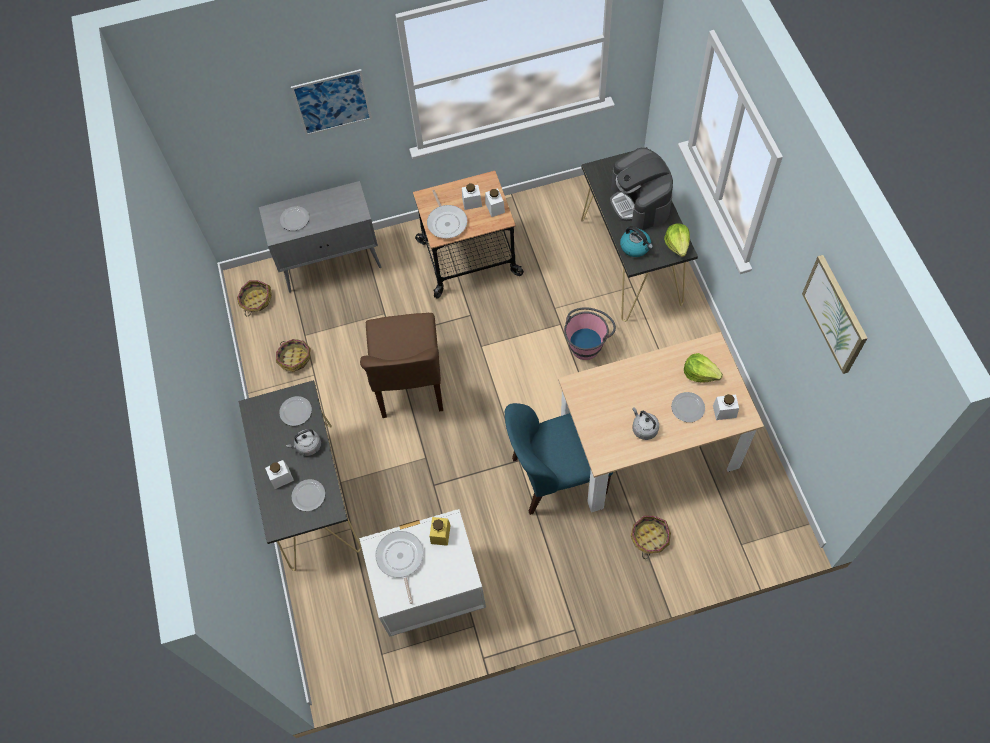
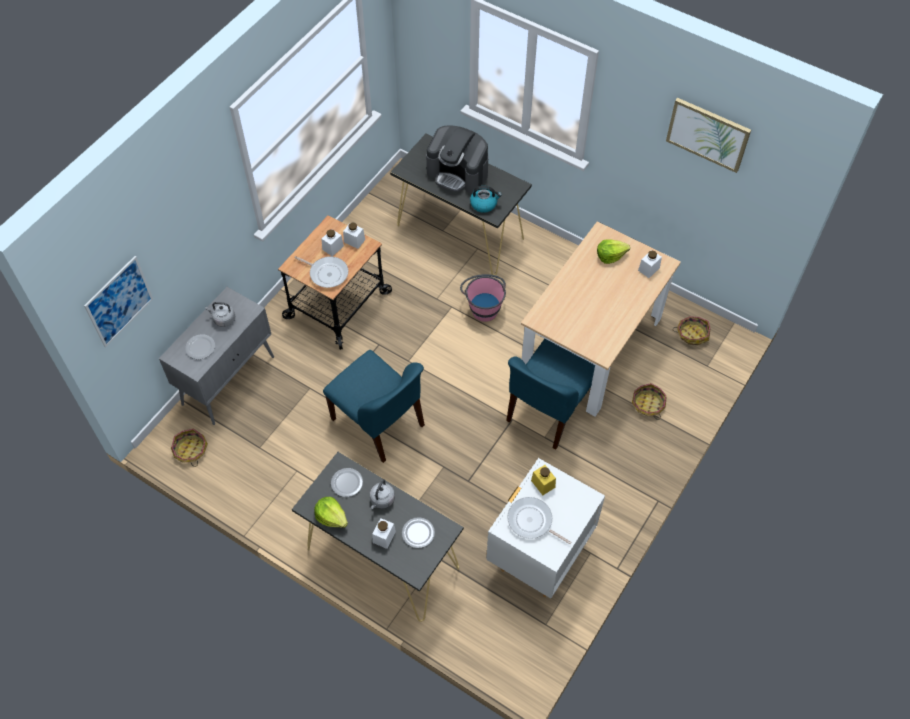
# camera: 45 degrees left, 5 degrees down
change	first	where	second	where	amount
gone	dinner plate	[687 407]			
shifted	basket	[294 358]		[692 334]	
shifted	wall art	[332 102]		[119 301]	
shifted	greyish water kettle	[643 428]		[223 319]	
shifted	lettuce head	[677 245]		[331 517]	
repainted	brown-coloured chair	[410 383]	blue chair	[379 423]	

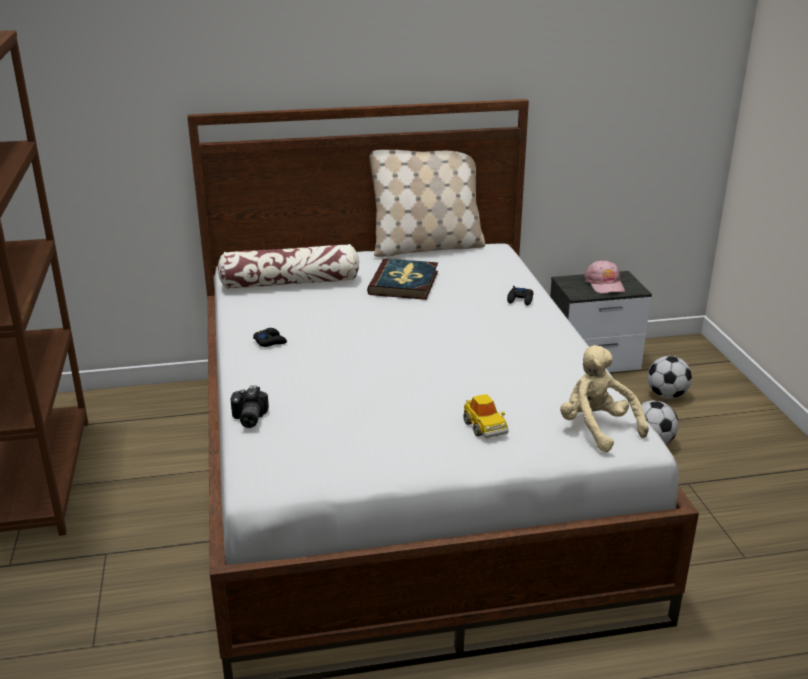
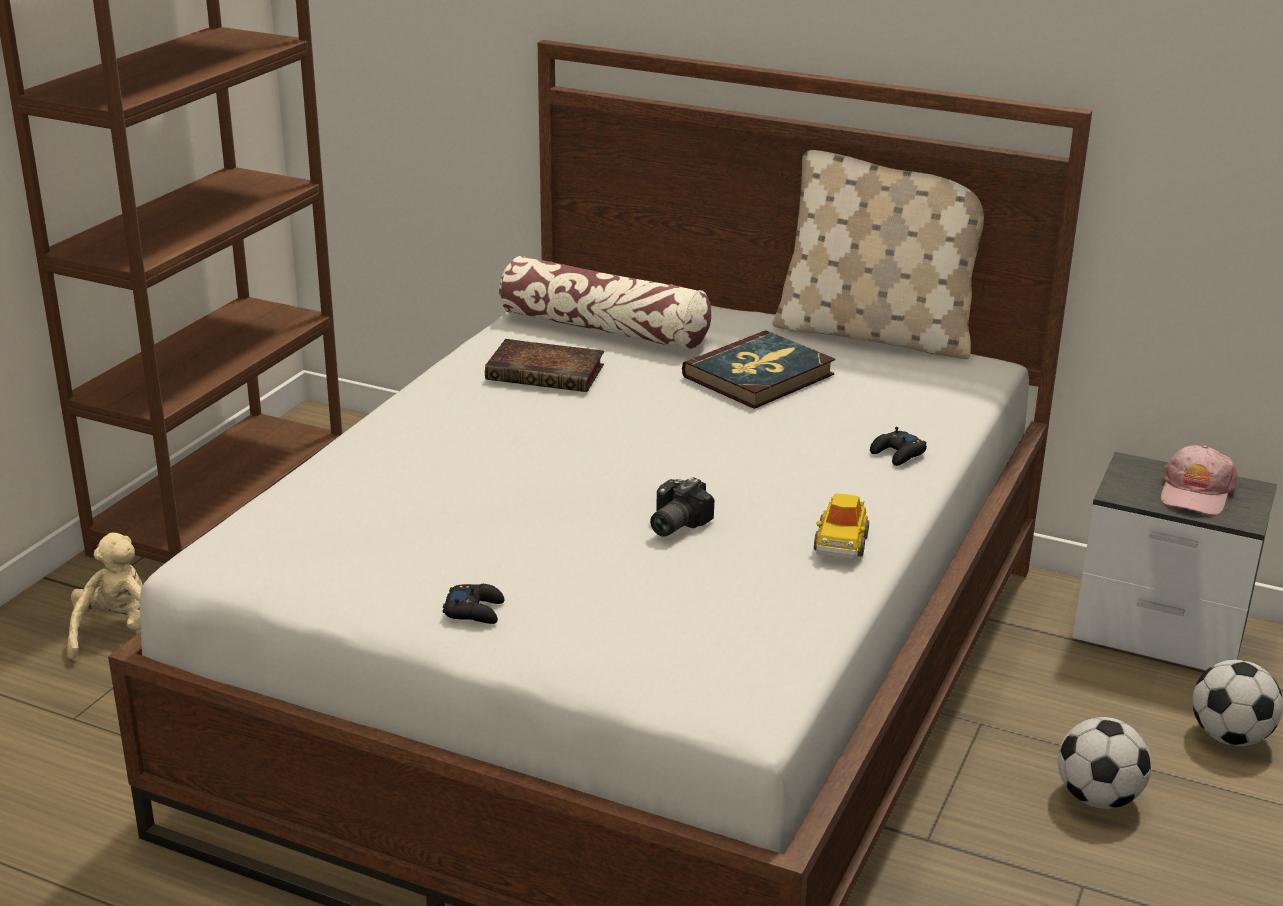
# camera: 35 degrees right, 0 degrees up
change	first	where	second	where	amount
new			bound book	[548 373]	
shifted	photo camera	[247 418]		[673 524]	
shifted	blackish gamepad	[270 341]		[475 610]	
shifted	toy car	[484 427]		[840 544]	
shifted	sand-coloured soft toy	[597 428]		[118 635]	

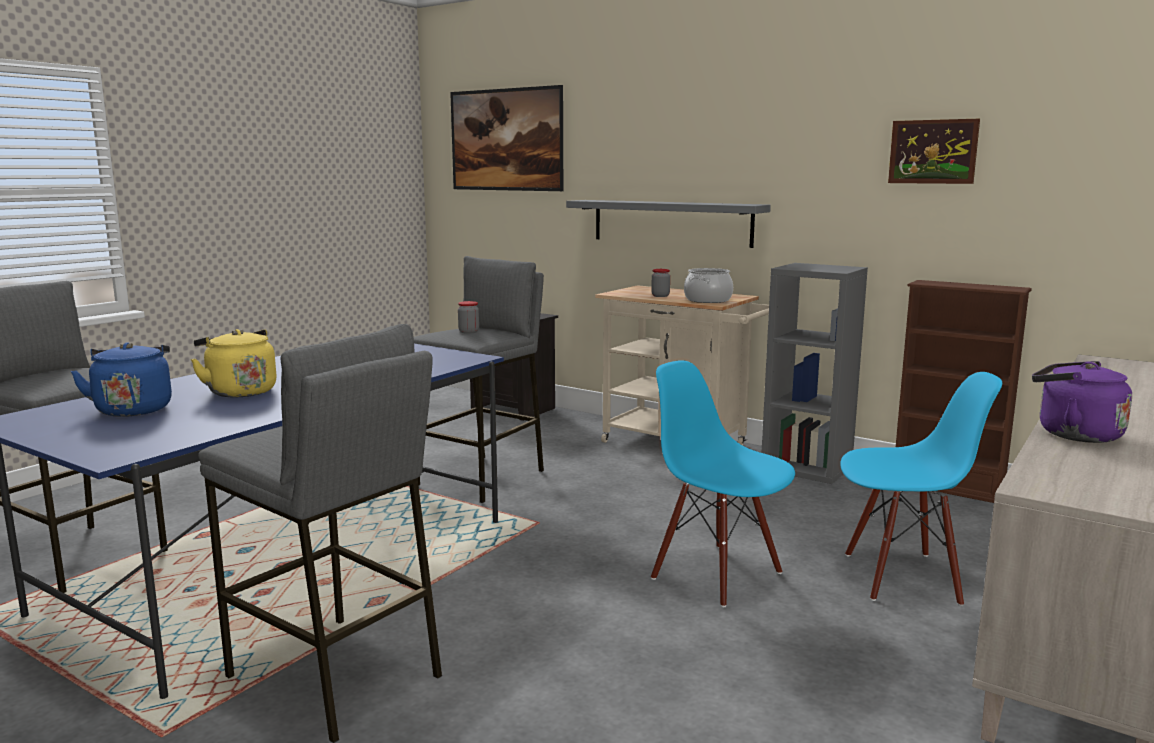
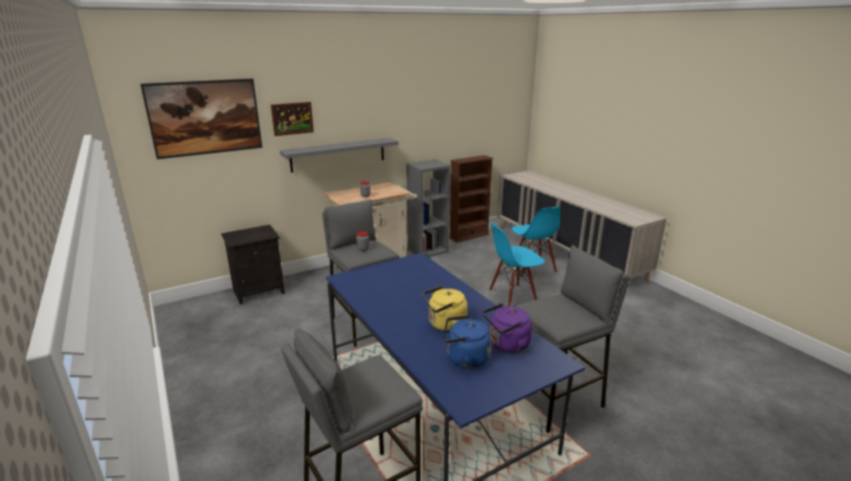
# camera: 65 degrees left, 10 degrees up
change	first	where	second	where	amount
gone	saucepot	[708 300]			
shifted	wall art	[933 151]		[292 118]	
shifted	purplish water kettle	[1073 434]		[506 345]	
rotated	blue chair	[902 577]		[532 268]	135 degrees clockwise

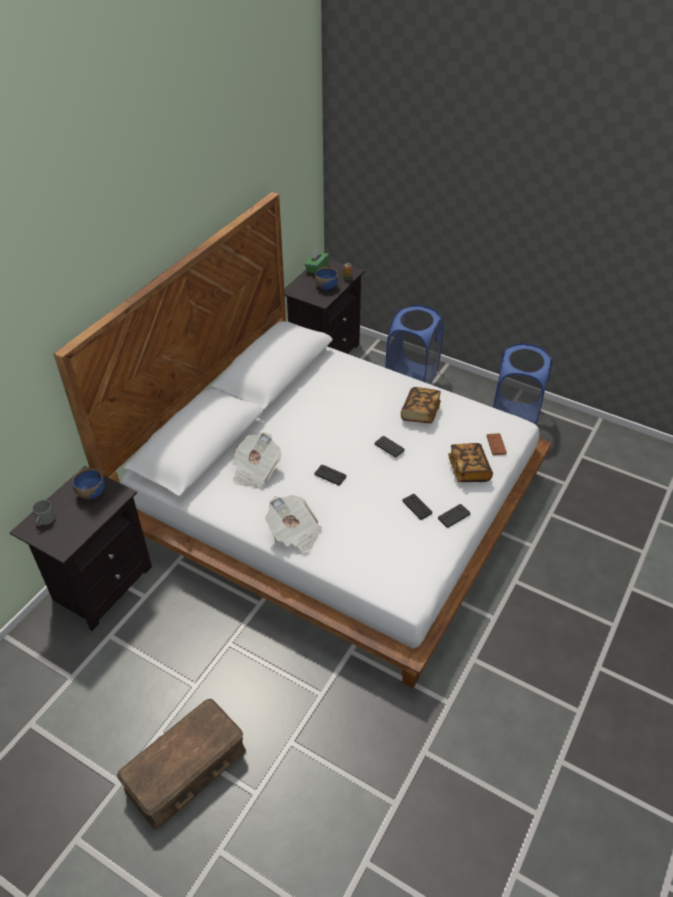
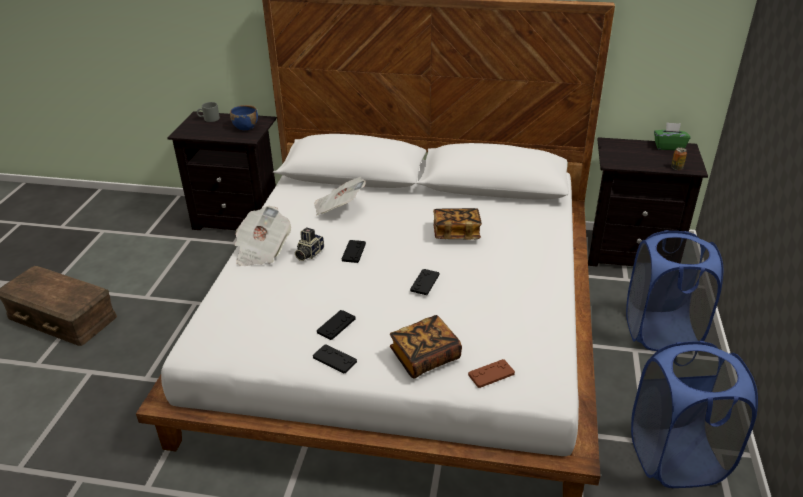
# camera: 70 degrees right, 10 degrees down
change	first	where	second	where	amount
gone	blue bowl	[326 286]			
new			photo camera	[308 253]	
shifted	bound book	[420 412]		[456 233]	

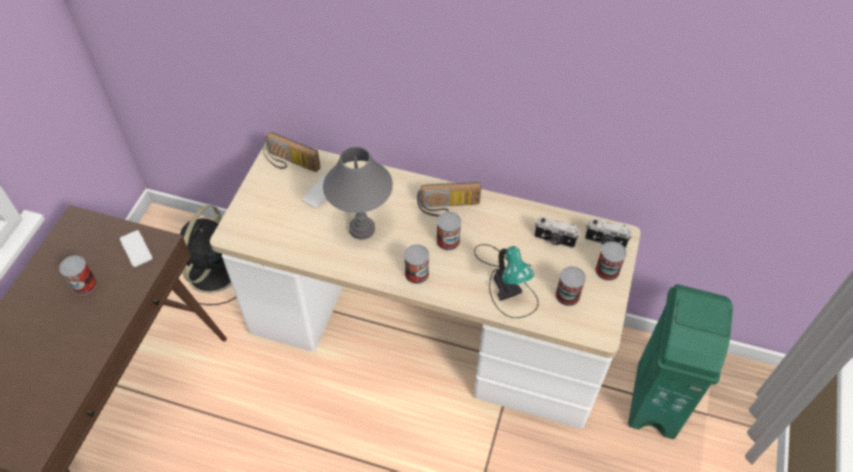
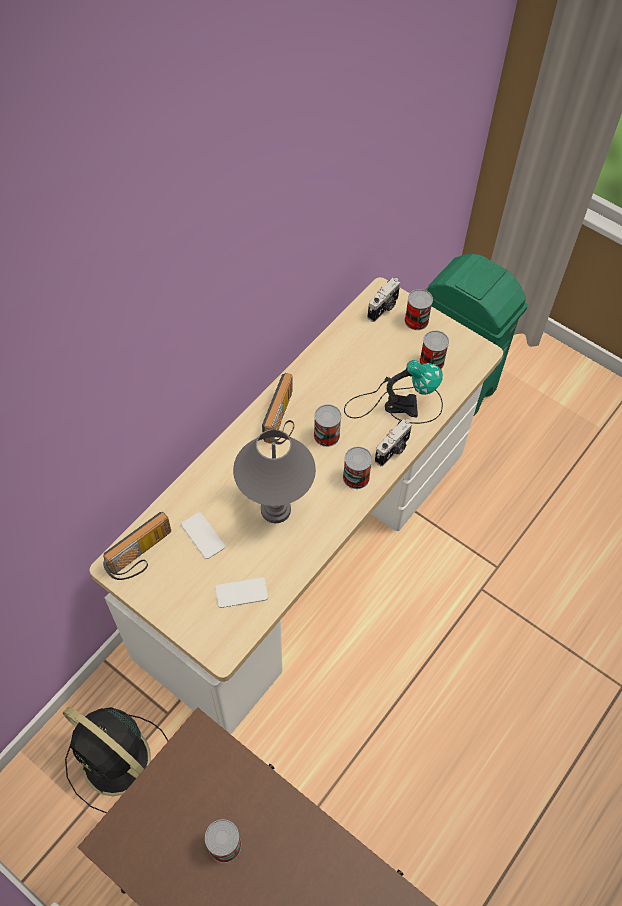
# camera: 70 degrees left, 5 degrees up
change	first	where	second	where	amount
shifted	telephone	[136 249]		[241 593]	
shifted	photo camera	[554 240]		[393 450]	

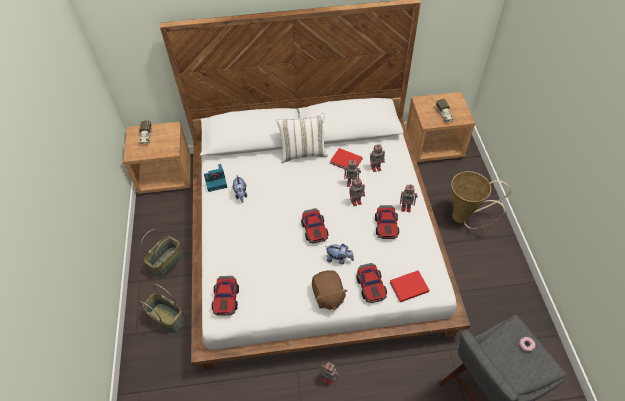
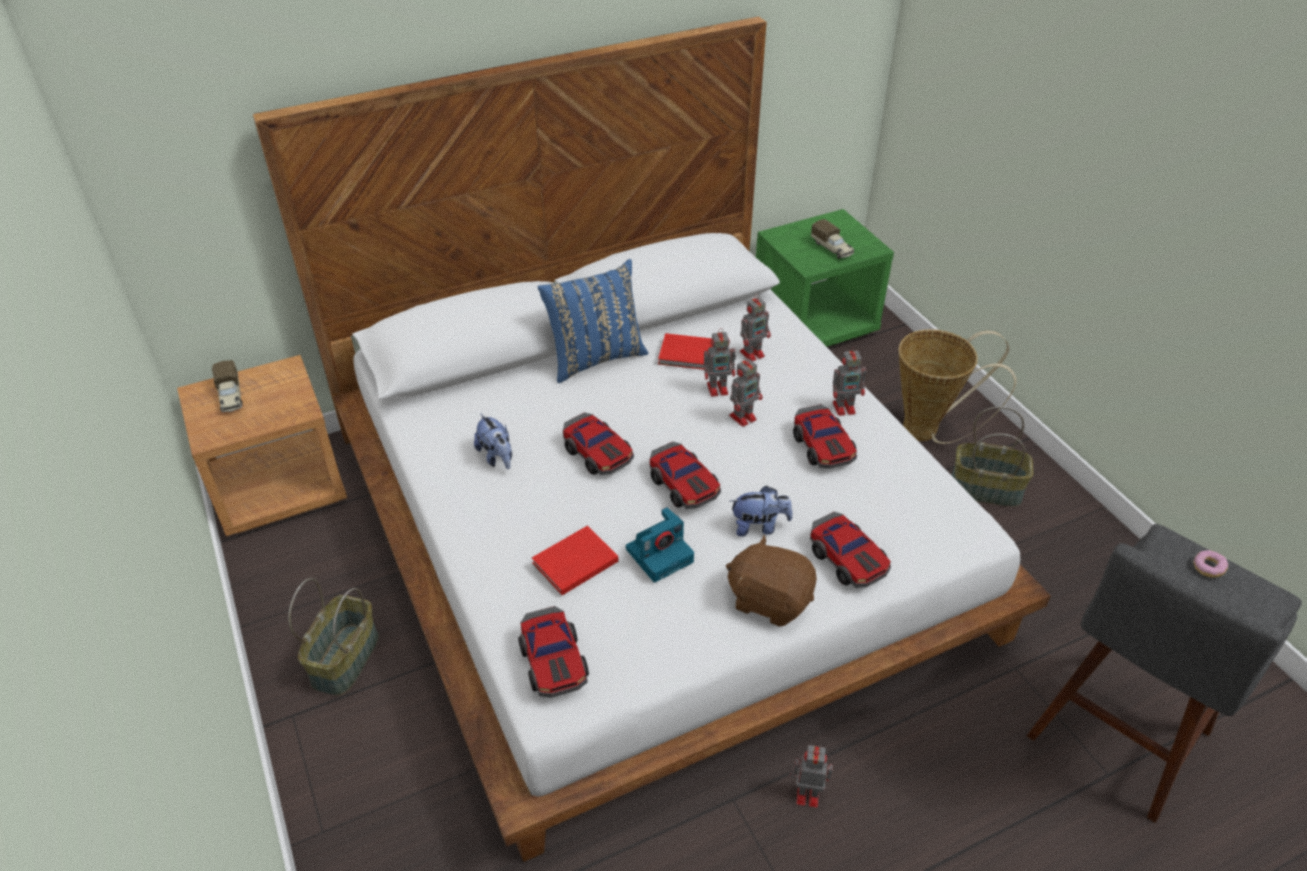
# camera: 20 degrees left, 10 degrees down
change	first	where	second	where	amount
new			toy car	[598 453]	
shifted	basket	[167 318]		[986 489]	
shifted	photo camera	[216 181]		[660 554]	
shifted	red-coloured bound book	[408 286]		[573 562]	
repainted	white-coloured throw pillow	[303 153]	blue throw pillow	[595 358]	
repainted	brown-coloured nightstand	[434 145]	green-coloured nightstand	[814 324]	
rotated	brown-coloured soft toy	[328 296]		[769 599]	150 degrees clockwise

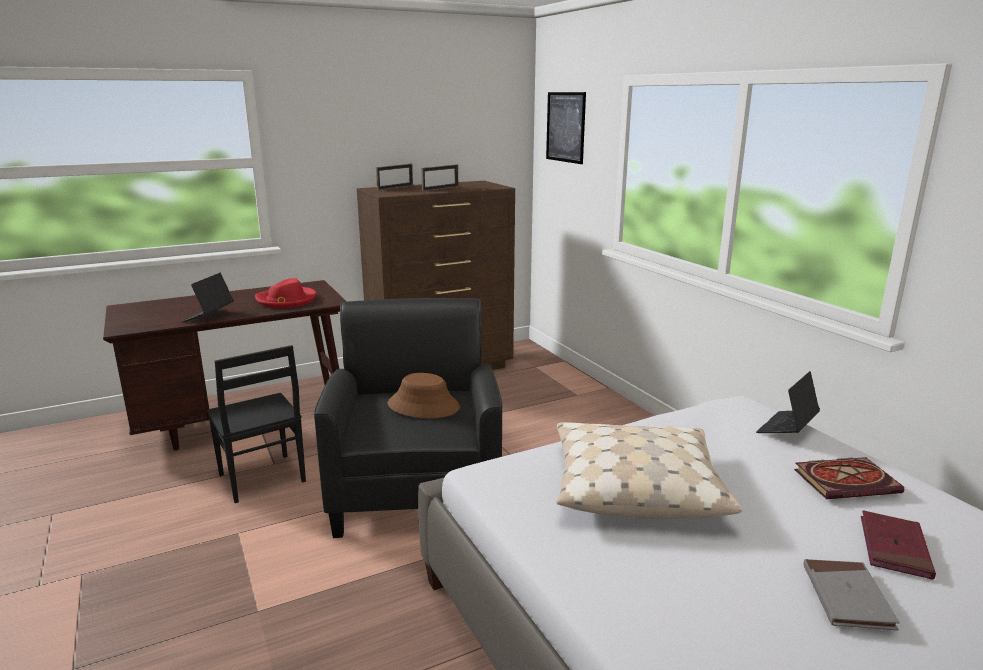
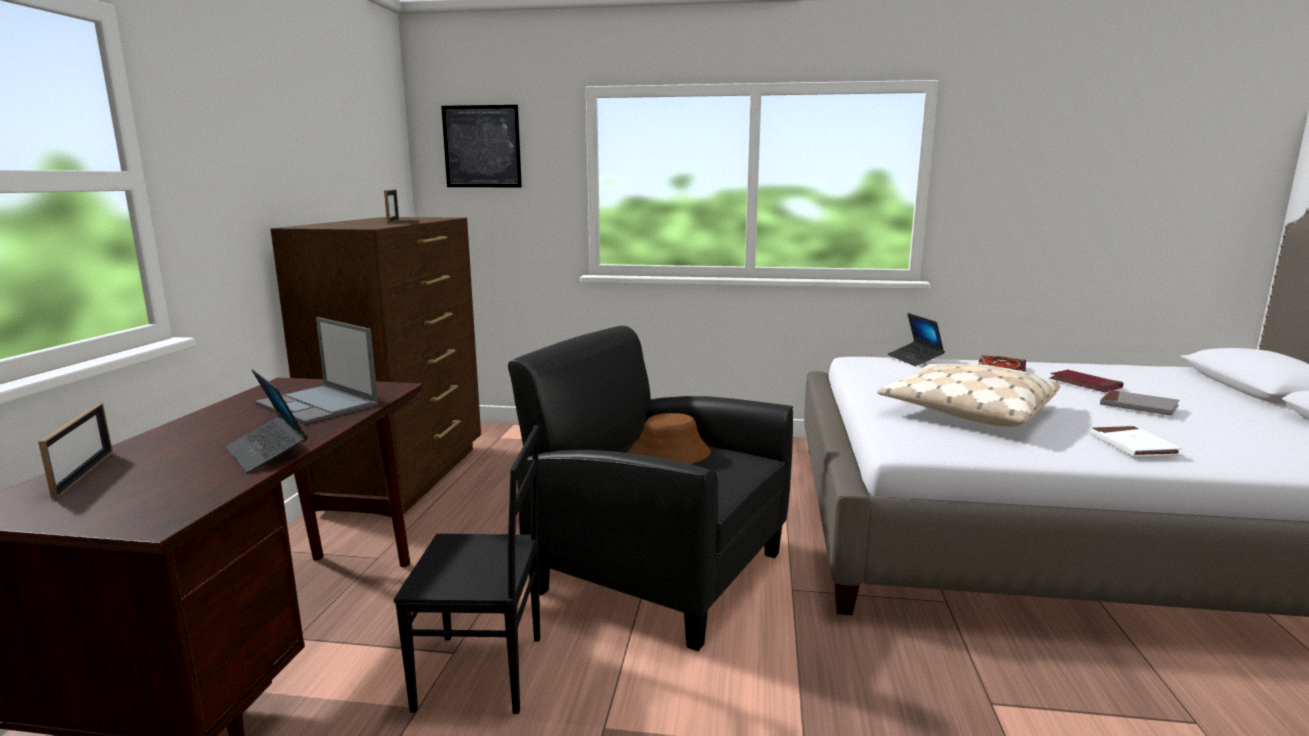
# camera: 55 degrees left, 5 degrees down
change	first	where	second	where	amount
new			white-coloured bound book	[1133 445]	
shifted	standing frame	[395 187]		[84 473]	
swapped	red-coloured wearable hat	[286 300]	laptop	[318 404]	

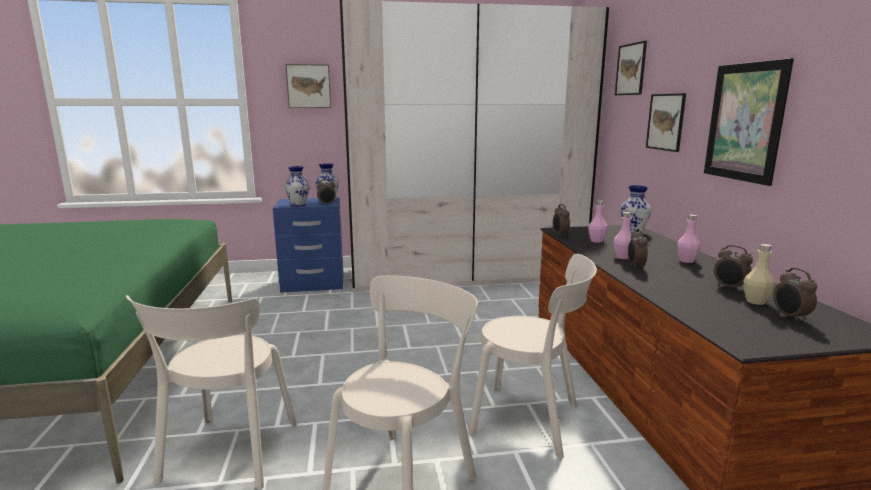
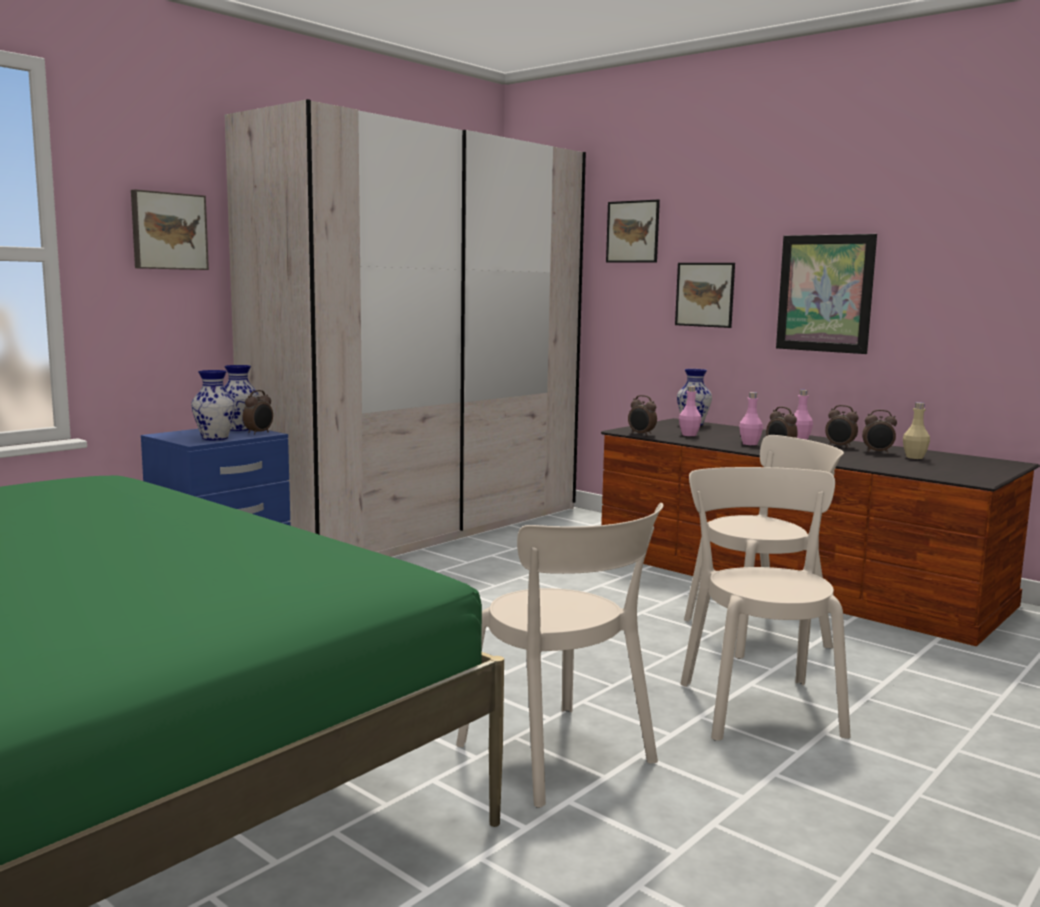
# camera: 40 degrees left, 5 degrees down
change	first	where	second	where	amount
shifted	bedside clock	[790 317]		[840 446]	

